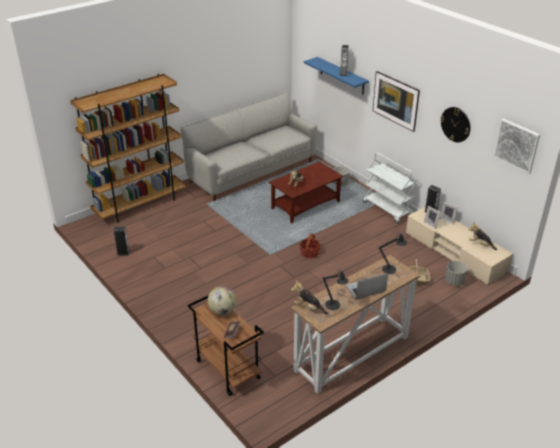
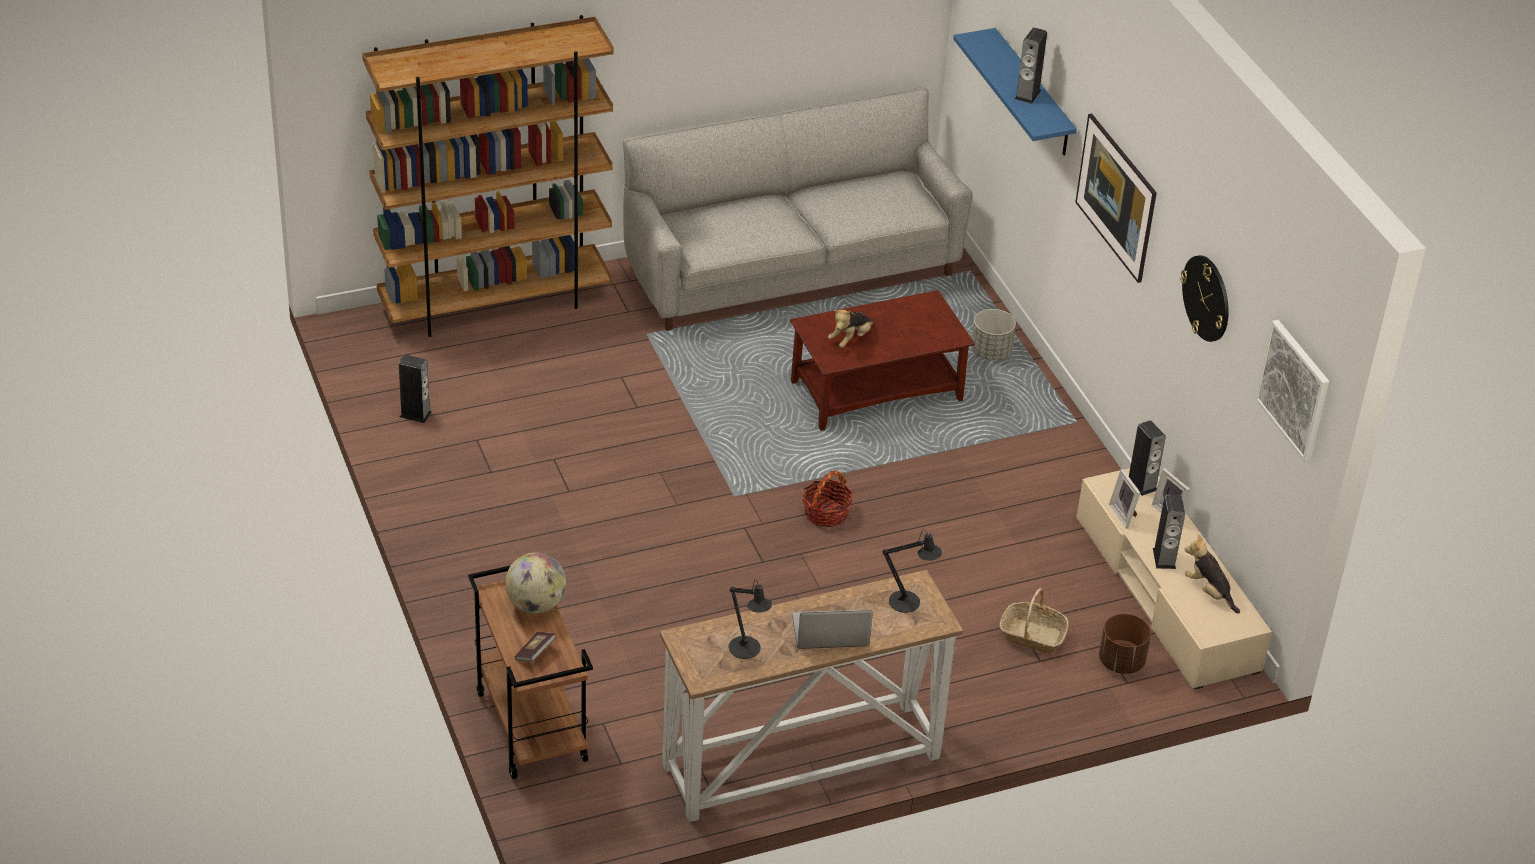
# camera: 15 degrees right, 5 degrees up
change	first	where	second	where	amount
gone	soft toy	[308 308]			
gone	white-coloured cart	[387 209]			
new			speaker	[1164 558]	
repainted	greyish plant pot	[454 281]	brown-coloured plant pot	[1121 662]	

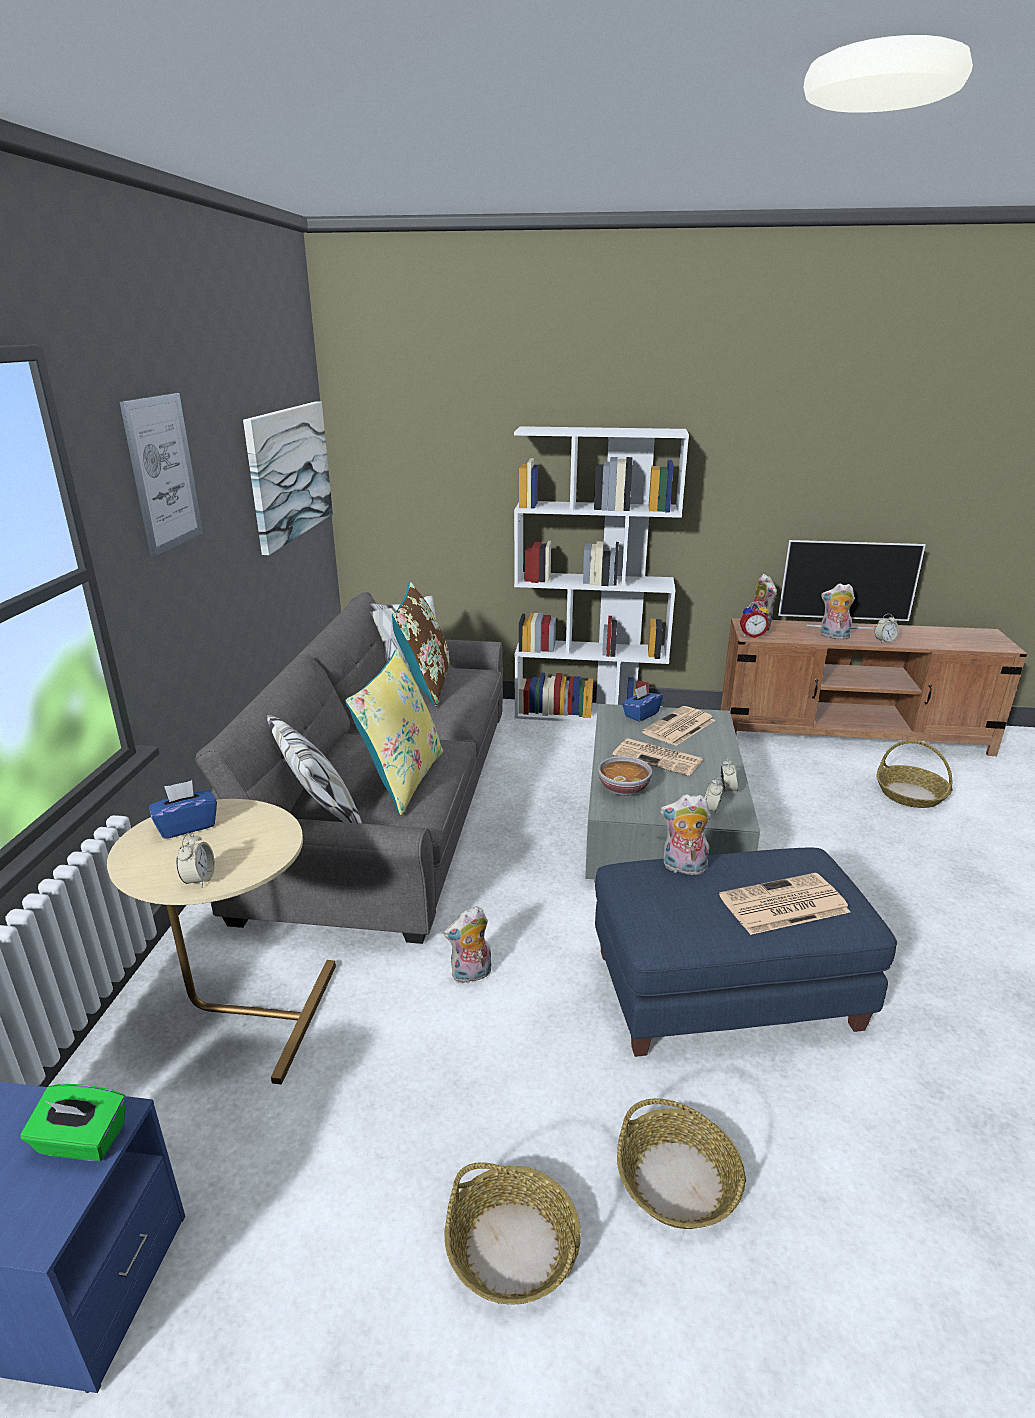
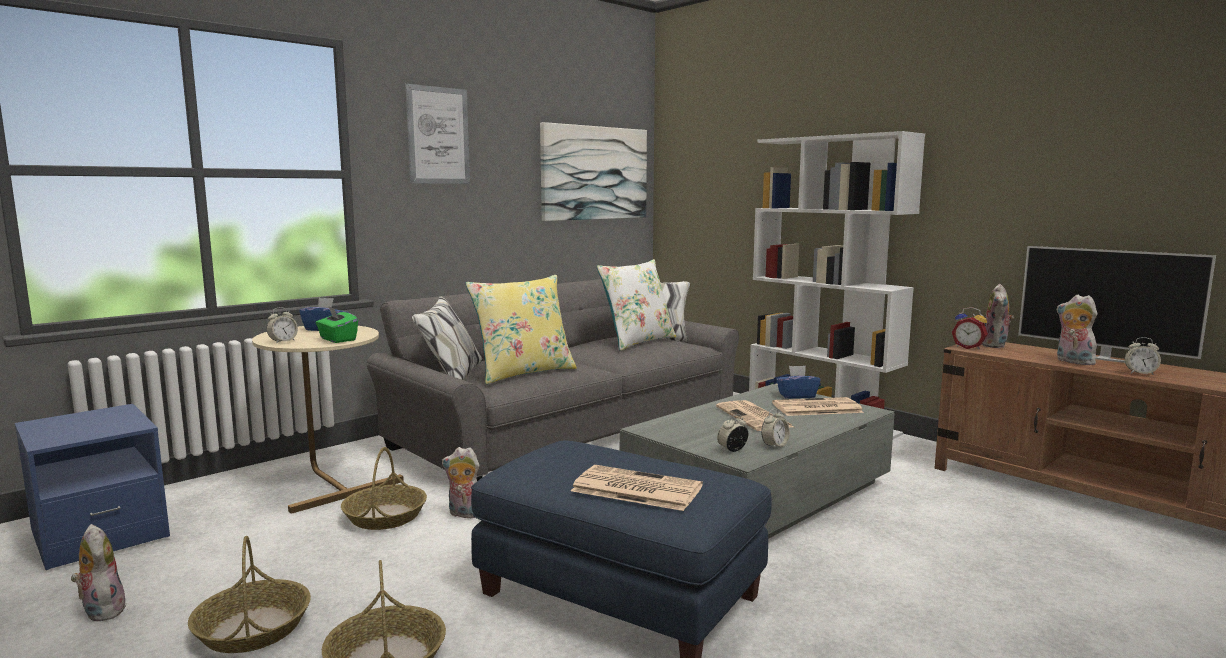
# camera: 40 degrees right, 15 degrees down
change	first	where	second	where	amount
gone	bowl	[623 788]			
shifted	green-coloured box of tissues	[82 1141]		[337 339]	
shifted	soft toy	[683 868]		[101 610]	
shifted	basket	[911 794]		[385 516]	
repainted	brown-coloured throw pillow	[425 685]	white-coloured throw pillow	[637 342]	

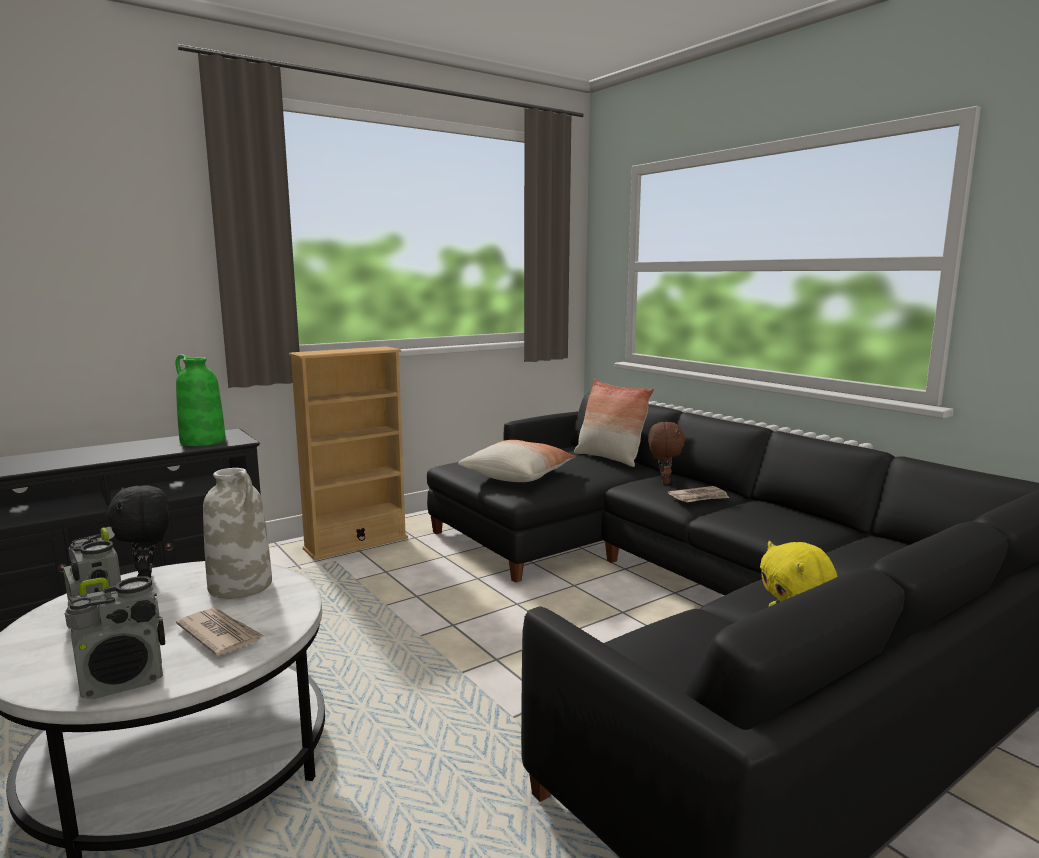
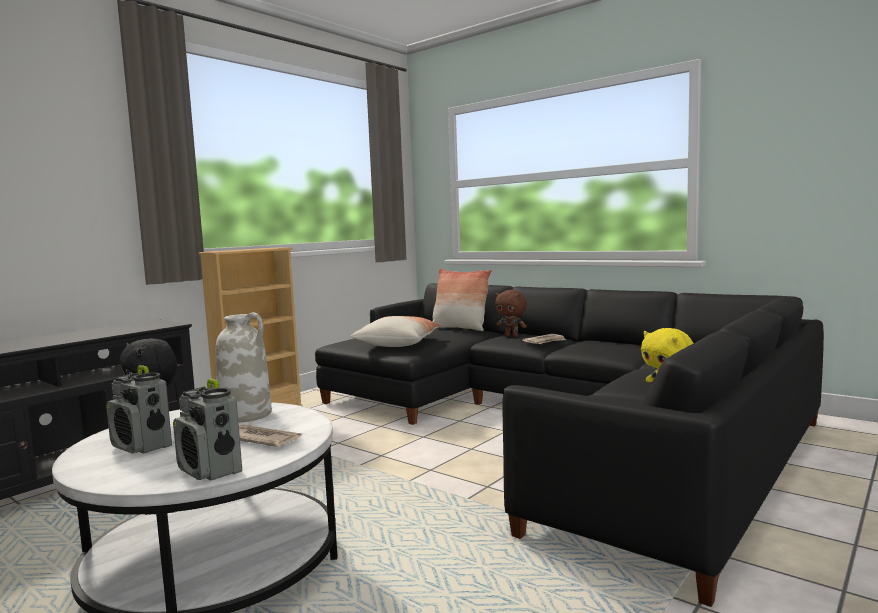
# camera: 15 degrees left, 5 degrees down
change	first	where	second	where	amount
gone	green-coloured vase	[202 441]			
rotated	radio set	[124 681]		[210 470]	90 degrees clockwise
rotated	brown-coloured soft toy	[663 482]		[512 336]	135 degrees clockwise

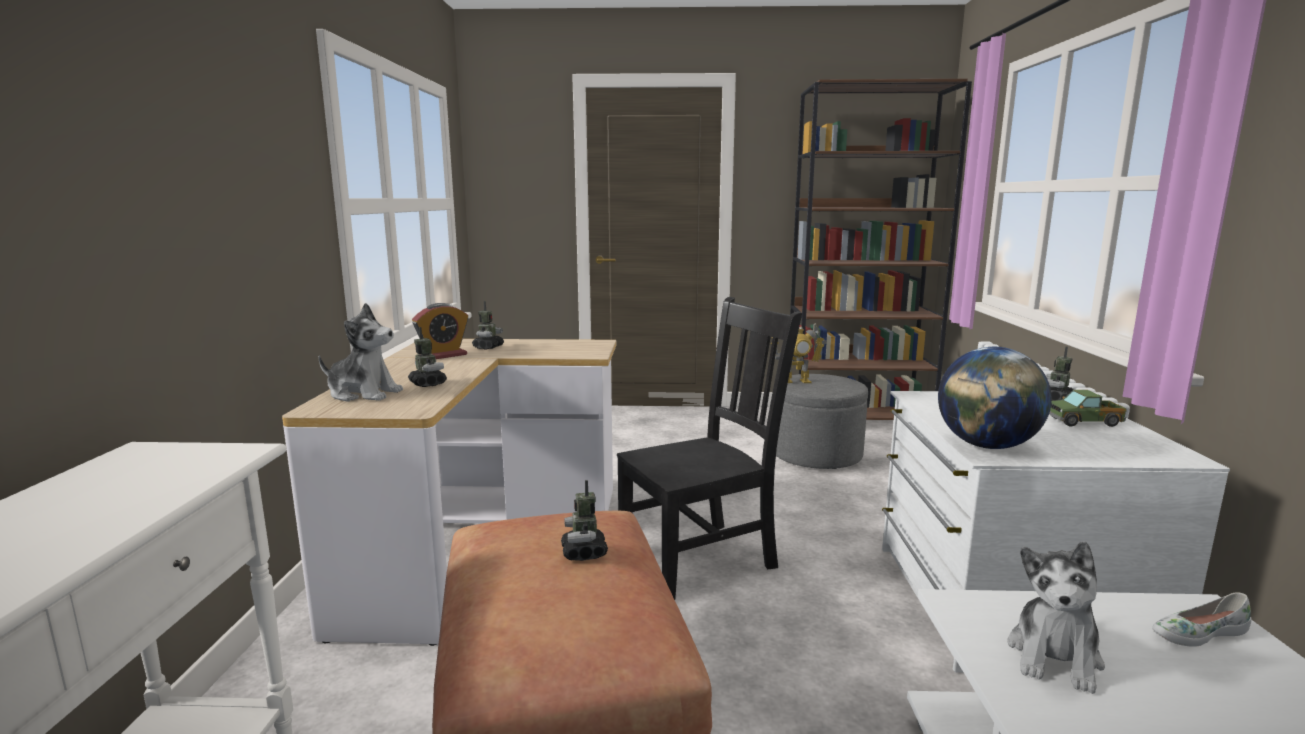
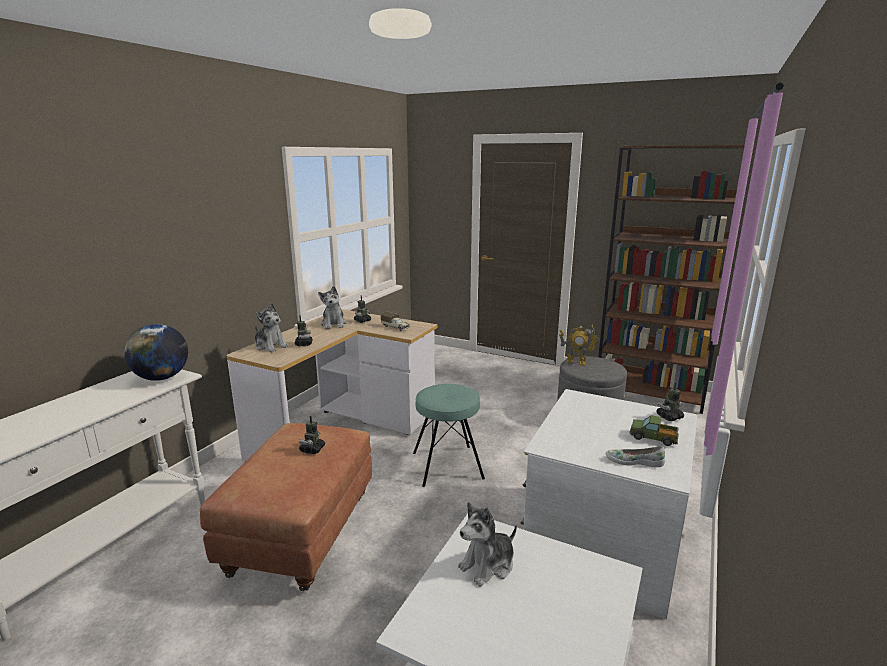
# camera: 25 degrees right, 5 degrees up
change	first	where	second	where	amount
new			toy lorry	[395 327]	
shifted	globe	[986 446]		[161 378]	
shifted	white-coloured item of footwear	[1197 633]		[634 461]	
swapped	bedside clock	[443 355]	soft toy	[334 324]	
swapped	blackish chair	[702 558]	turquoise sitting stool	[447 465]	

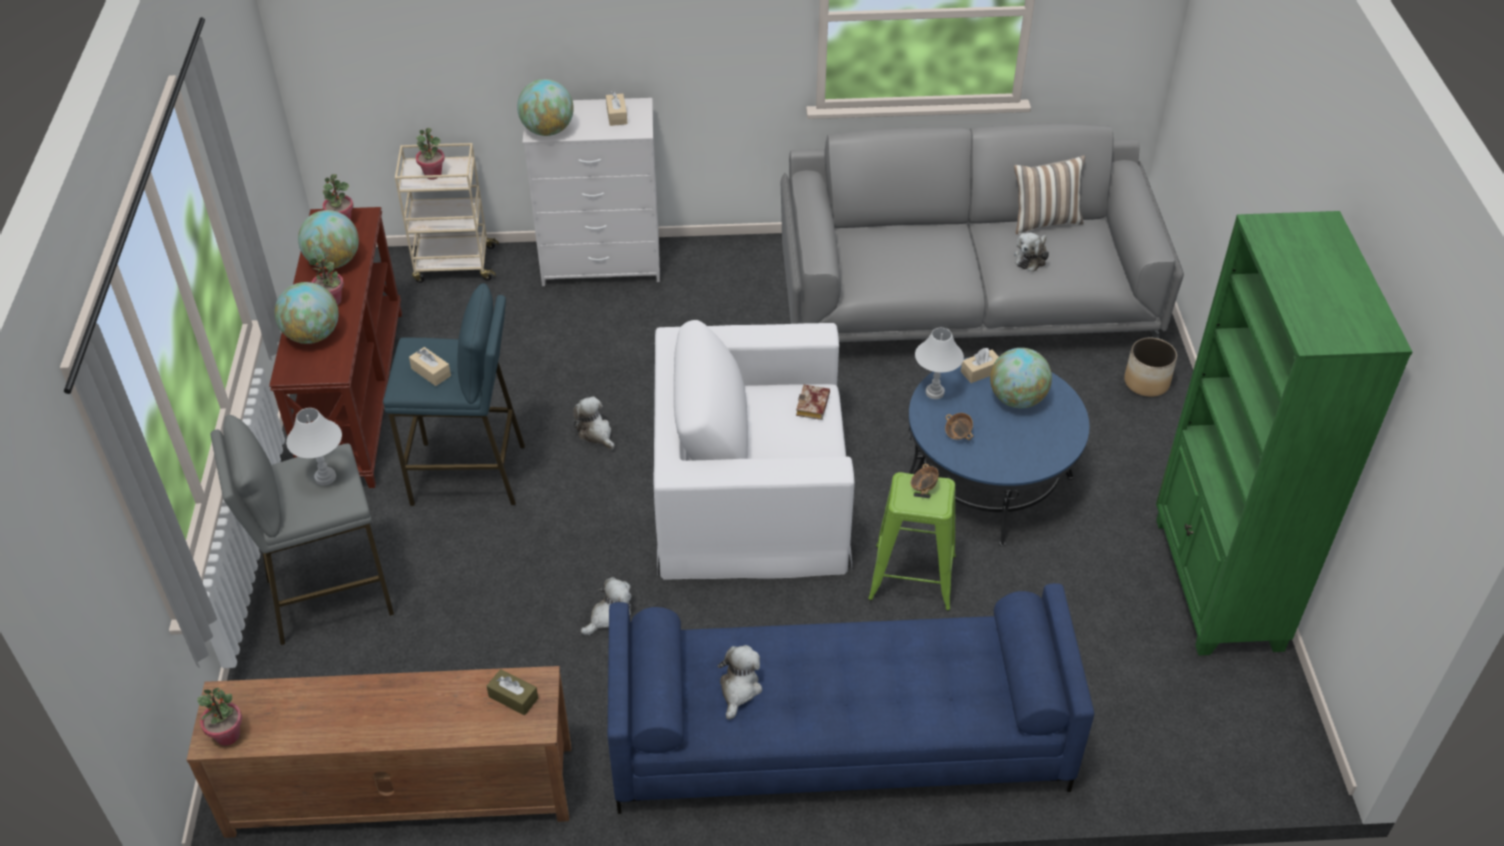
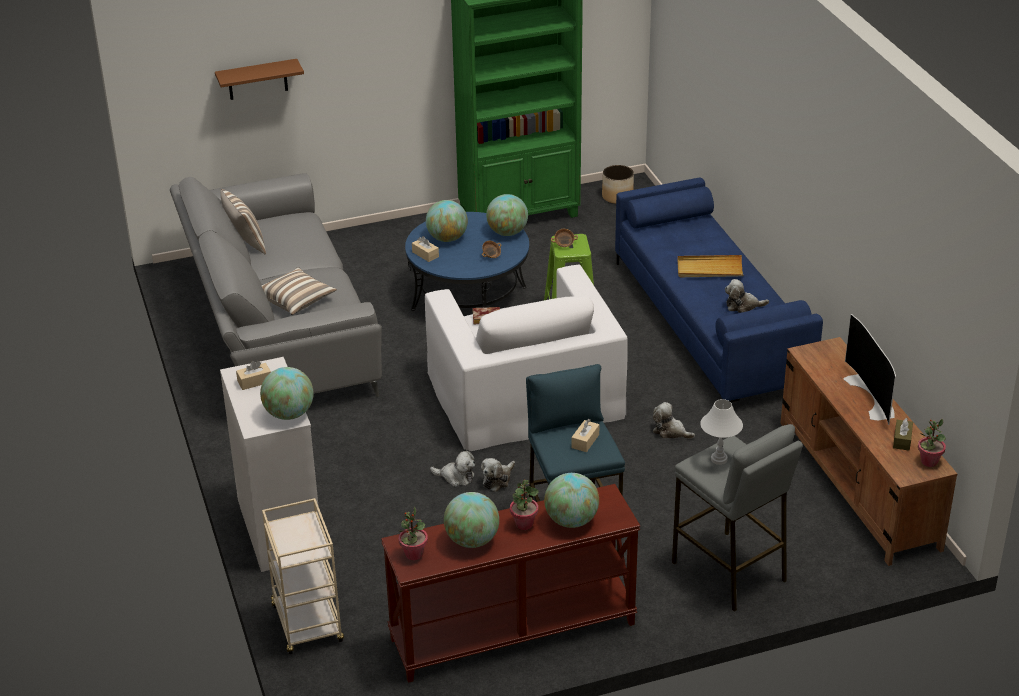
# camera: 105 degrees left, 10 degrees down
change	first	where	second	where	amount
gone	potted plant	[433 174]			
gone	white-coloured lamp for a table	[935 392]			
new			brown-coloured bracket shelf	[257 79]	
new			throw pillow	[296 301]	
new			globe	[507 232]	
new			sand-coloured serving tray	[709 269]	
new			TV set	[873 396]	
shifted	brown-coloured box of tissues	[513 697]		[902 440]	
shifted	soft toy	[1031 258]		[456 477]	
shifted	plant pot	[1146 383]		[617 197]	

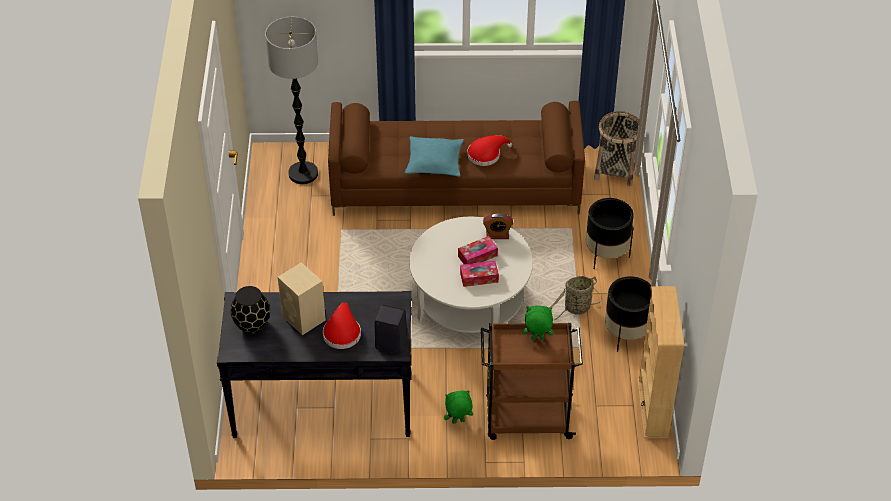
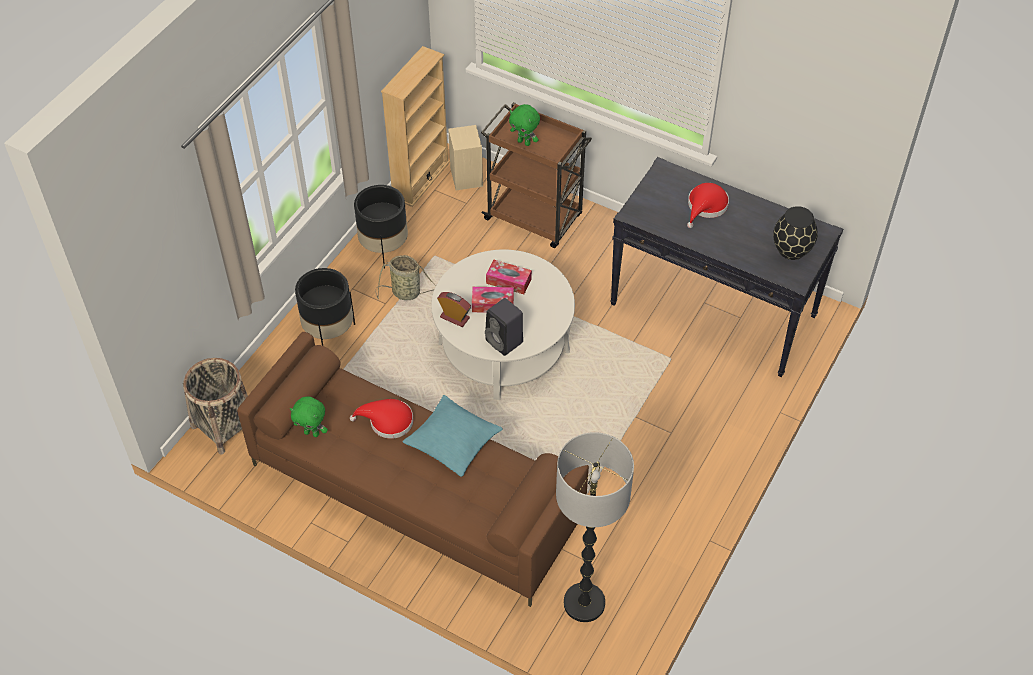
# camera: 150 degrees left, 5 degrees up
change	first	where	second	where	amount
shifted	sand-coloured speaker	[304 318]		[466 176]	
shifted	blackish speaker	[389 343]		[505 342]	
shifted	green-coloured soft toy	[458 422]		[312 433]	

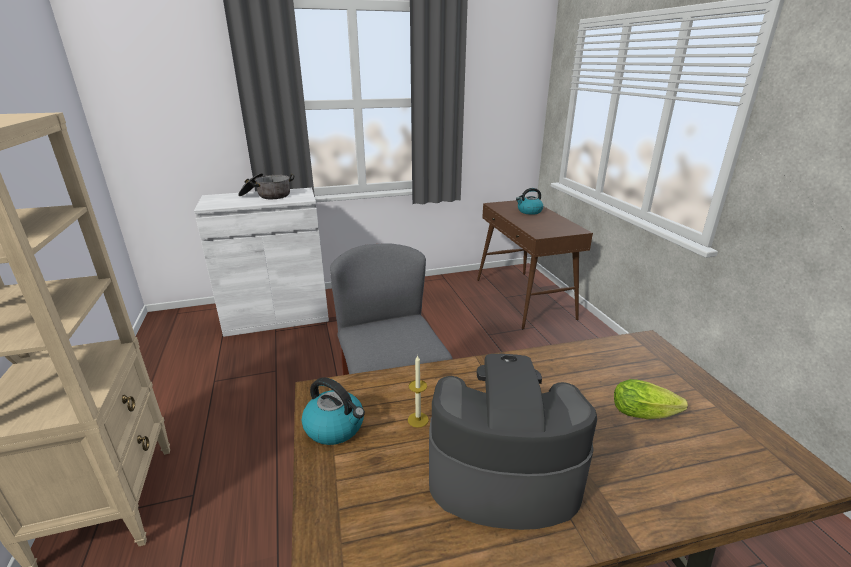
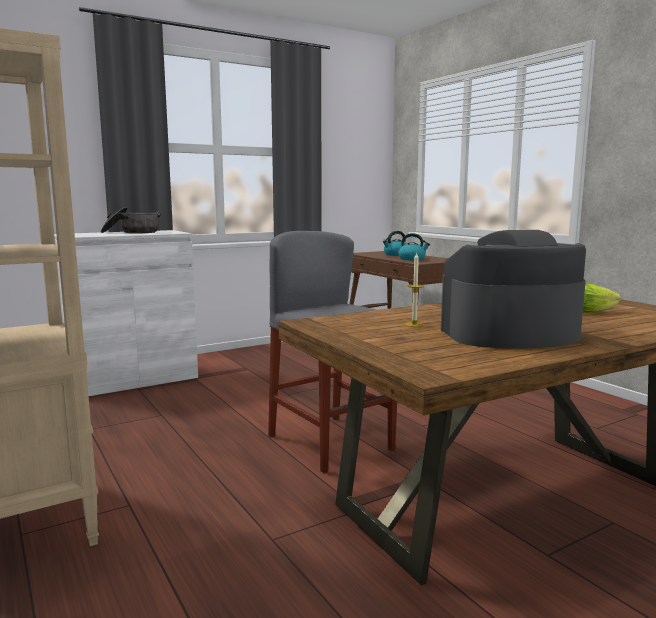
# camera: 15 degrees left, 15 degrees down
change	first	where	second	where	amount
shifted	water kettle	[335 427]		[412 259]	

